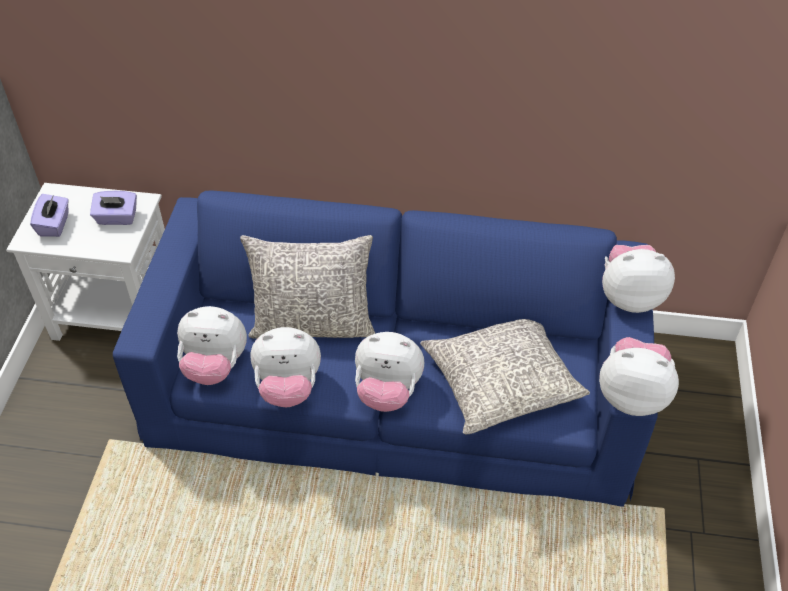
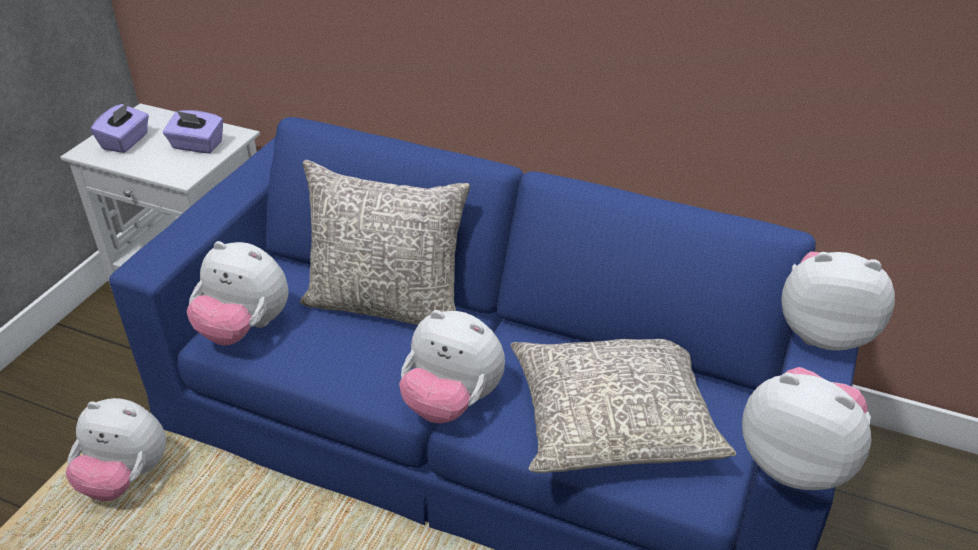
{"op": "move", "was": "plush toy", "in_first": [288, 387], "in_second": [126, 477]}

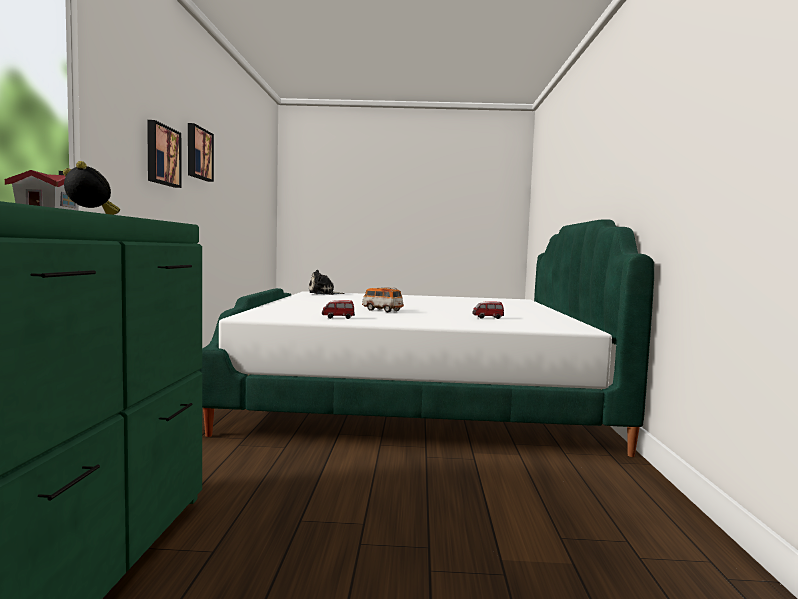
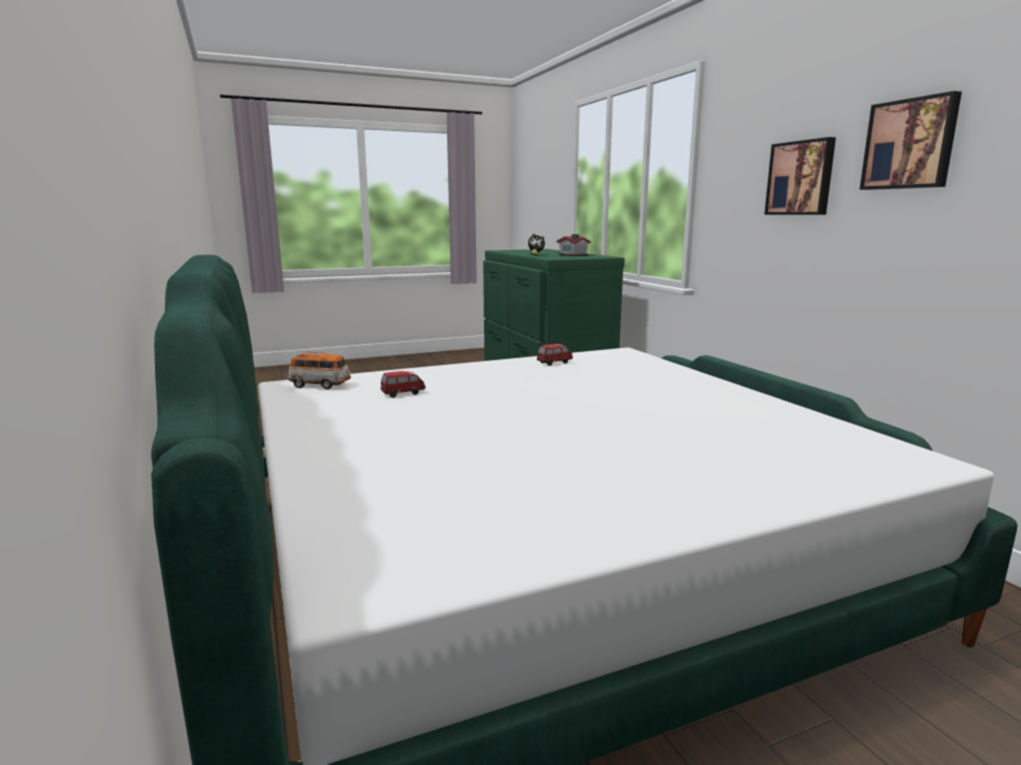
{"op": "delete", "was": "plush toy", "in_first": [323, 293]}
{"op": "move", "was": "toy car", "in_first": [382, 310], "in_second": [320, 385]}

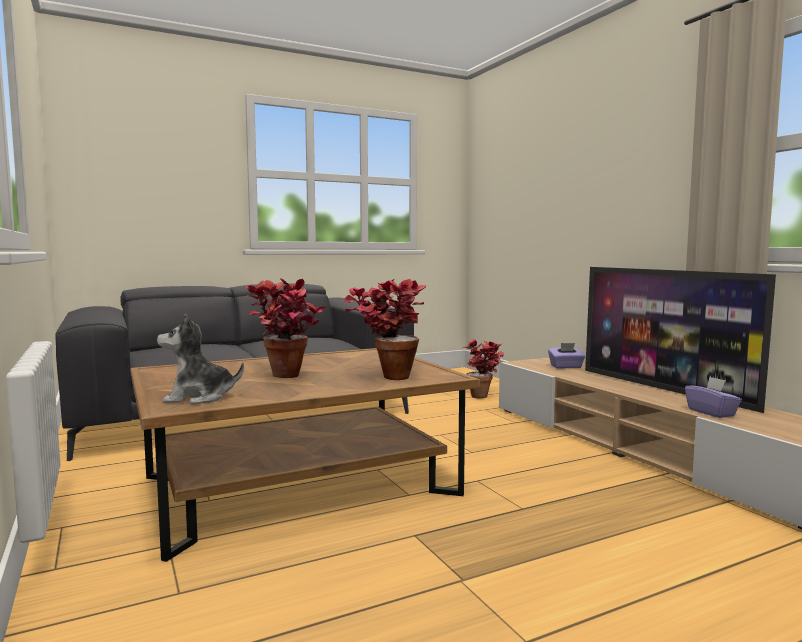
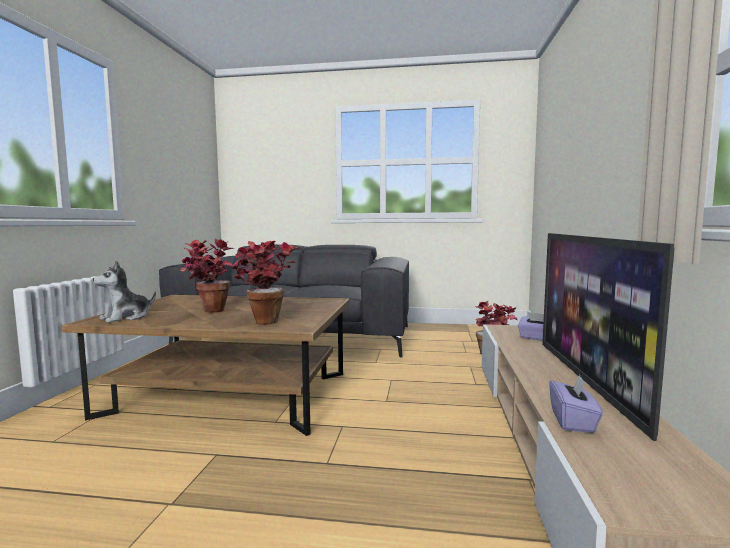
{"op": "rotate", "was": "plush toy", "in_first": [198, 398], "in_second": [126, 317], "clockwise": -75}

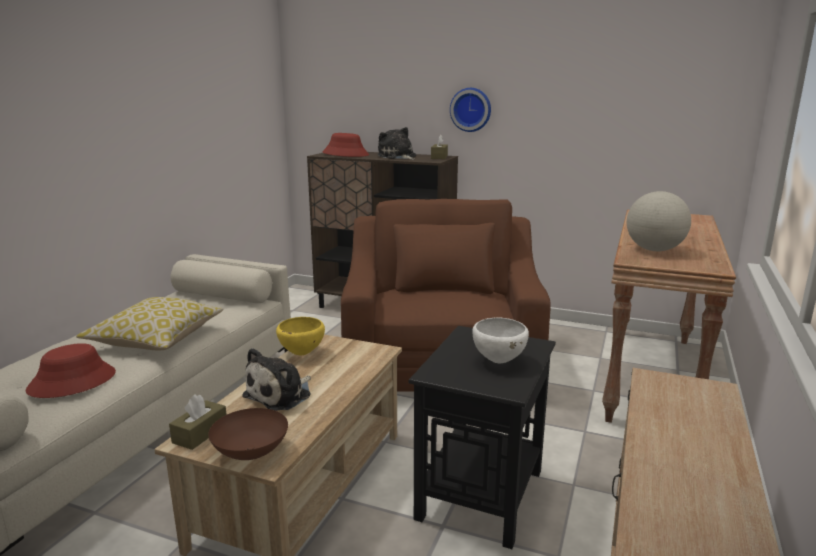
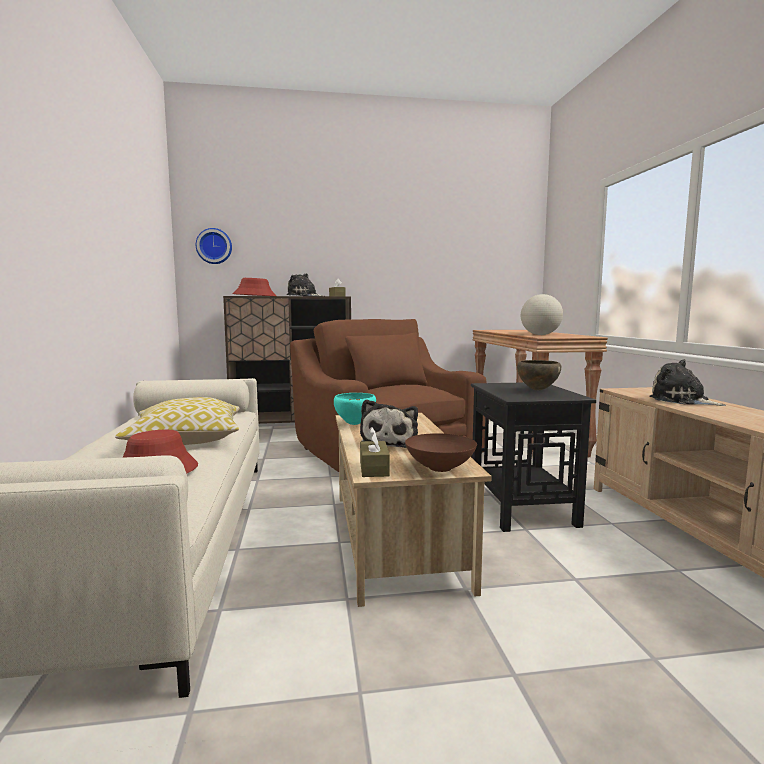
{"op": "move", "was": "wall clock", "in_first": [471, 109], "in_second": [214, 246]}
{"op": "recolor", "was": "yellow bowl", "now": "turquoise bowl", "in_first": [301, 354], "in_second": [355, 424]}
{"op": "recolor", "was": "white bowl", "now": "brown bowl", "in_first": [498, 361], "in_second": [537, 390]}
{"op": "insert", "now": "plush toy", "in_second": [682, 400]}

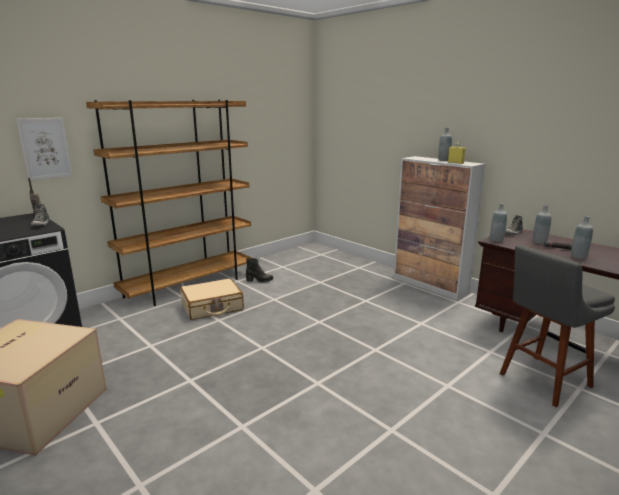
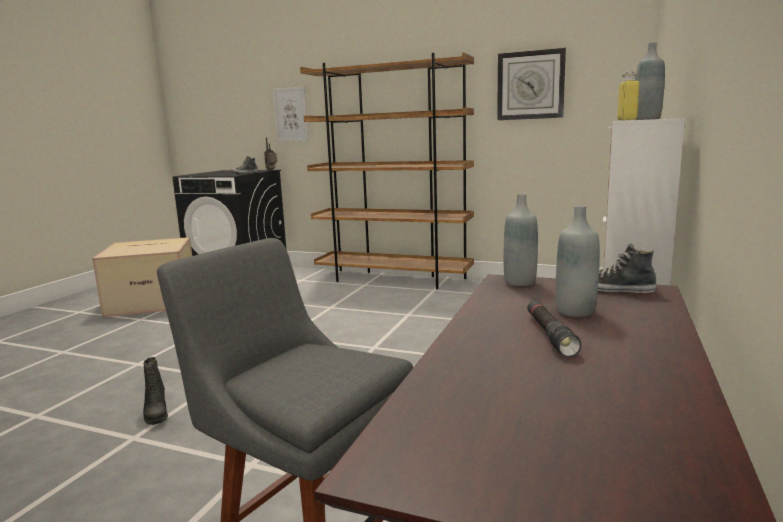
{"op": "delete", "was": "grey bottle", "in_first": [578, 256]}
{"op": "move", "was": "black boot", "in_first": [259, 280], "in_second": [156, 414]}
{"op": "delete", "was": "beige suitcase", "in_first": [212, 307]}
{"op": "insert", "now": "wall clock", "in_second": [530, 85]}

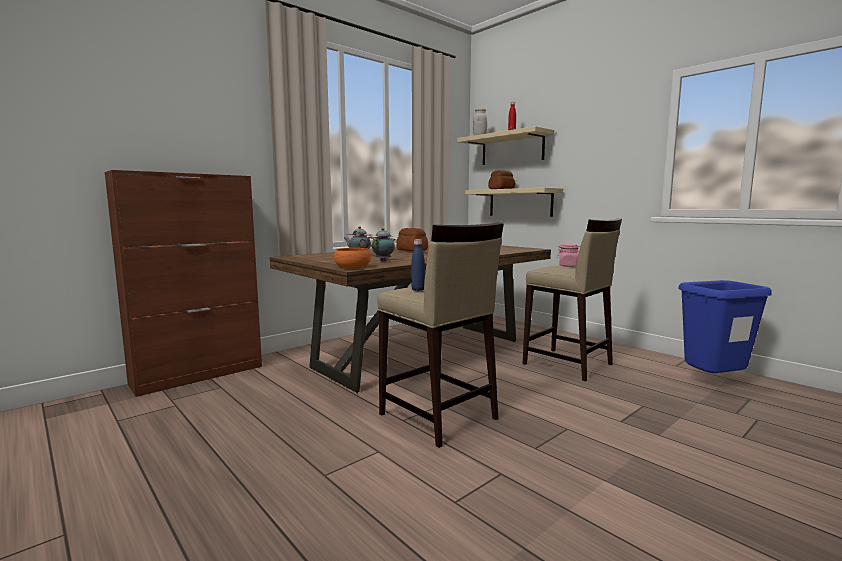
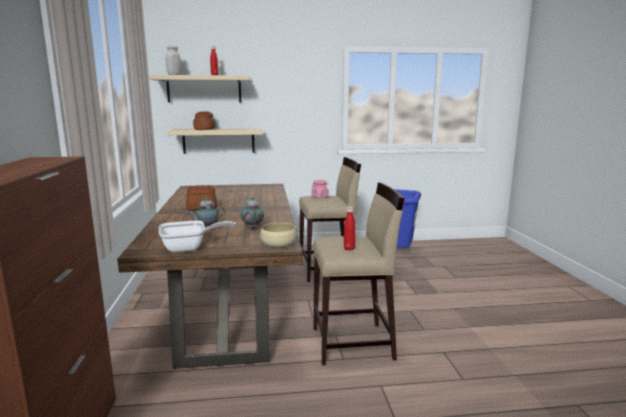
{"op": "recolor", "was": "blue bottle", "now": "red bottle", "in_first": [418, 290], "in_second": [349, 249]}
{"op": "recolor", "was": "orange bowl", "now": "beige bowl", "in_first": [352, 267], "in_second": [278, 244]}
{"op": "insert", "now": "frying pan", "in_second": [189, 248]}

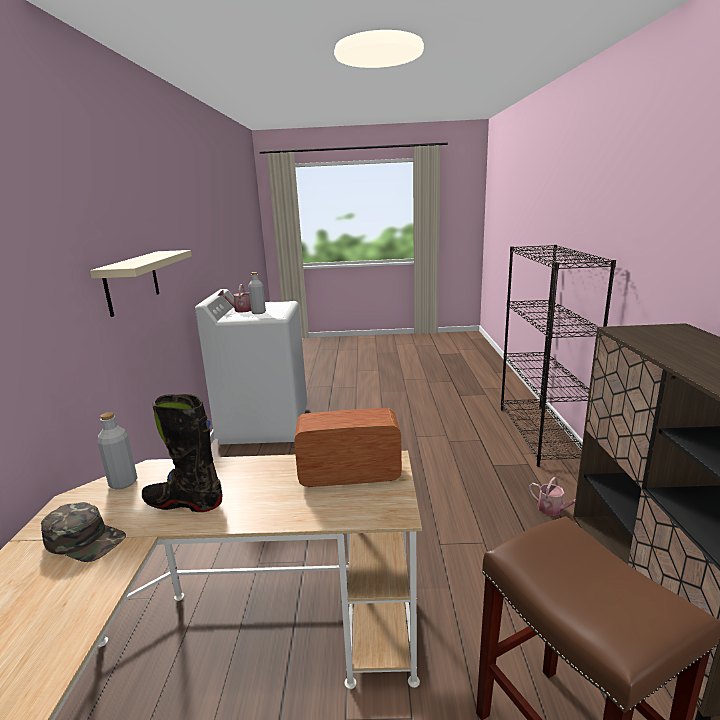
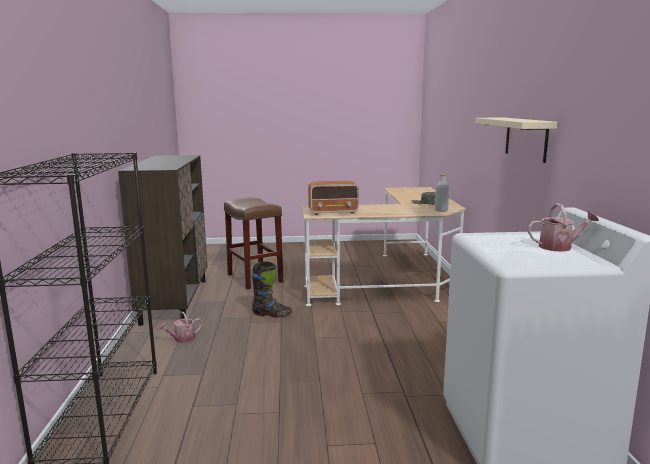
{"op": "delete", "was": "grey bottle", "in_first": [258, 312]}
{"op": "move", "was": "black boot", "in_first": [184, 503], "in_second": [272, 314]}
{"op": "rotate", "was": "watering can", "in_first": [553, 509], "in_second": [181, 339], "clockwise": -75}

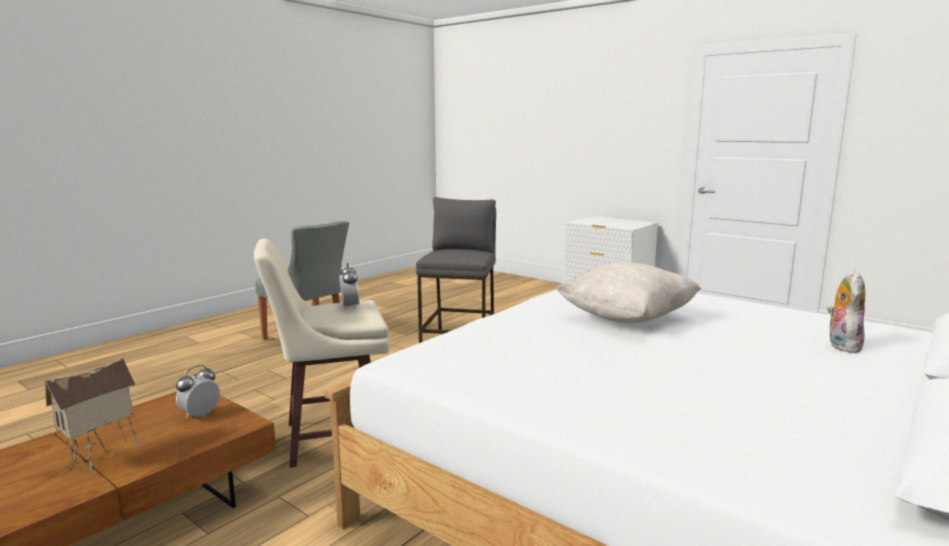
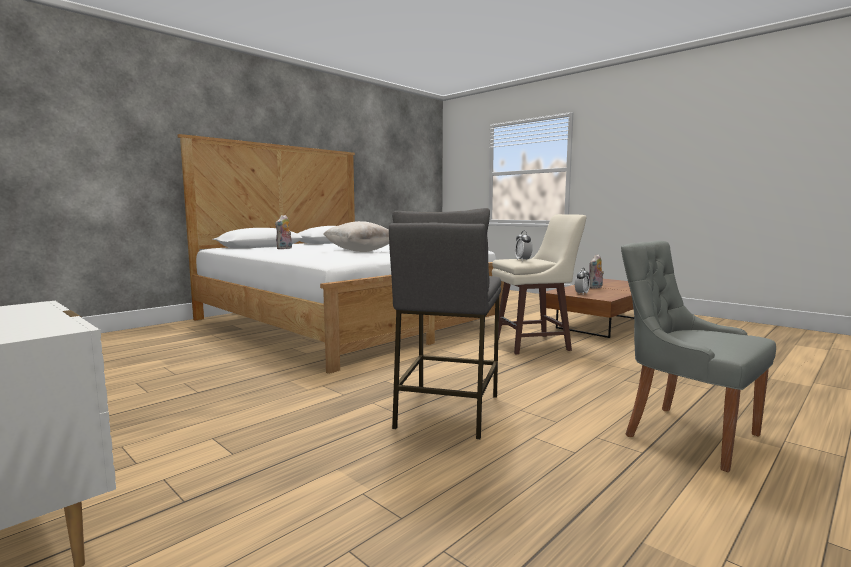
{"op": "replace", "was": "toy house", "now": "plush toy", "in_first": [103, 459], "in_second": [595, 287]}

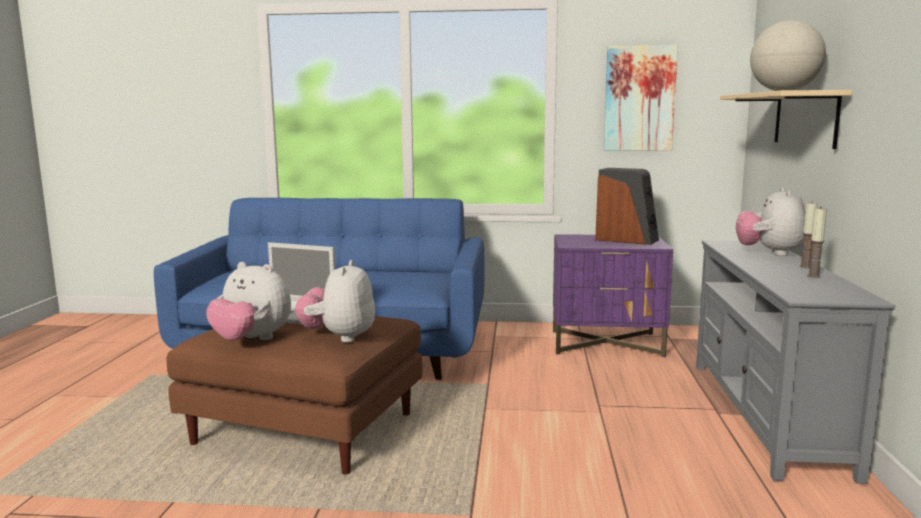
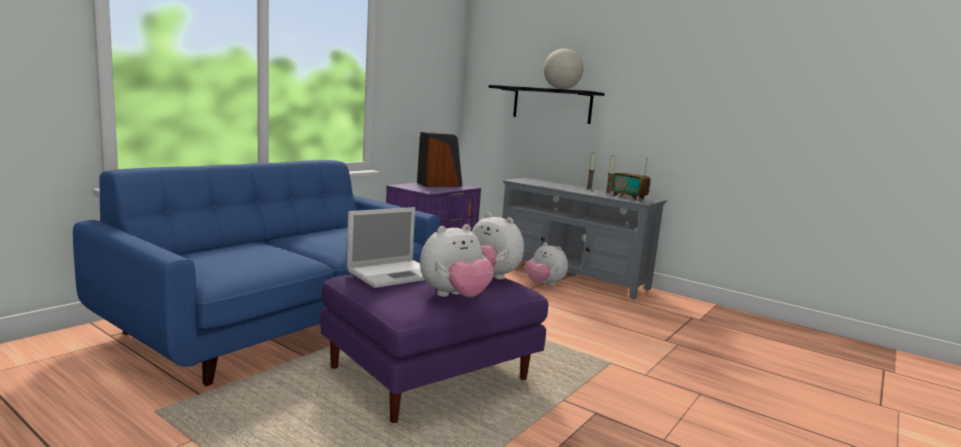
{"op": "delete", "was": "picture", "in_first": [639, 99]}
{"op": "recolor", "was": "beige shelf", "now": "black shelf", "in_first": [805, 119], "in_second": [551, 105]}
{"op": "move", "was": "plush toy", "in_first": [769, 253], "in_second": [544, 284]}
{"op": "recolor", "was": "brown ottoman", "now": "purple ottoman", "in_first": [308, 429], "in_second": [431, 372]}
{"op": "insert", "now": "radio", "in_second": [628, 197]}

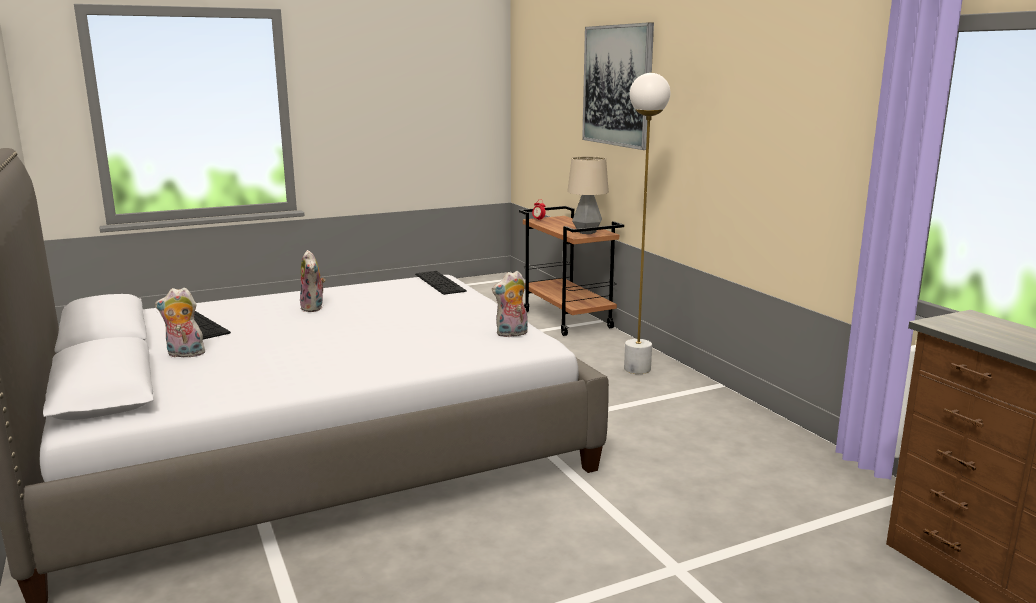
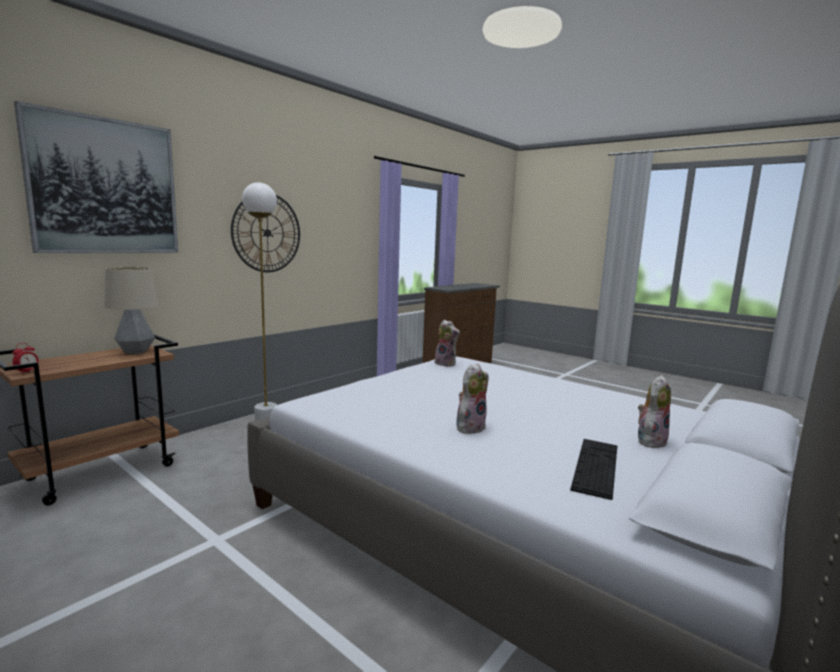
{"op": "delete", "was": "keyboard", "in_first": [439, 282]}
{"op": "rotate", "was": "plush toy", "in_first": [184, 355], "in_second": [650, 440], "clockwise": -105}
{"op": "insert", "now": "wall clock", "in_second": [267, 233]}

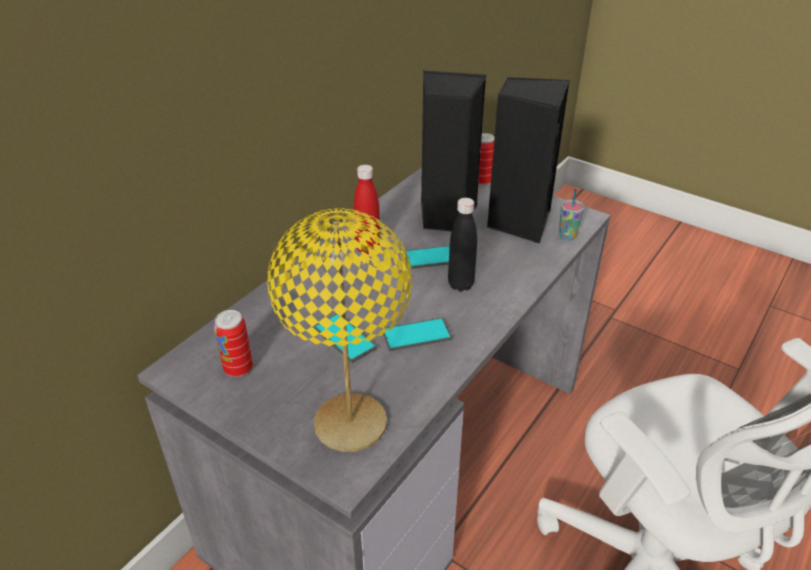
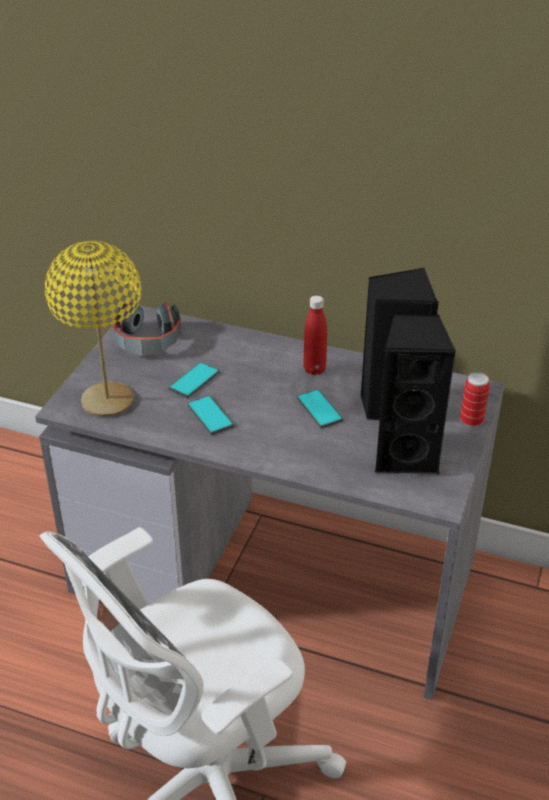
{"op": "delete", "was": "cup", "in_first": [567, 236]}
{"op": "delete", "was": "black bottle", "in_first": [460, 284]}
{"op": "replace", "was": "can", "now": "headphones", "in_first": [238, 369], "in_second": [147, 341]}

